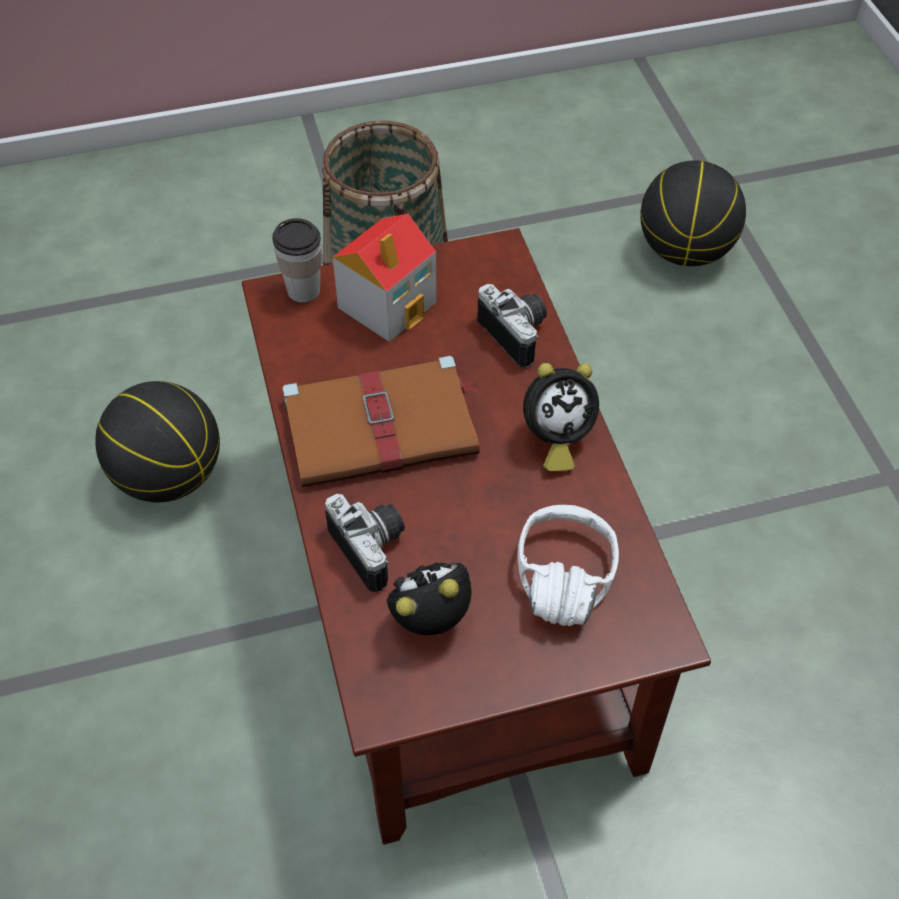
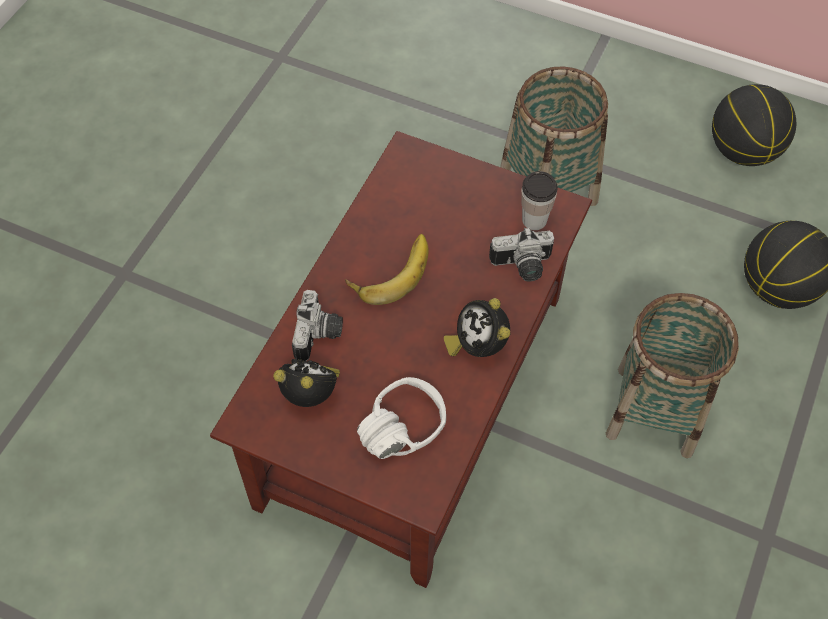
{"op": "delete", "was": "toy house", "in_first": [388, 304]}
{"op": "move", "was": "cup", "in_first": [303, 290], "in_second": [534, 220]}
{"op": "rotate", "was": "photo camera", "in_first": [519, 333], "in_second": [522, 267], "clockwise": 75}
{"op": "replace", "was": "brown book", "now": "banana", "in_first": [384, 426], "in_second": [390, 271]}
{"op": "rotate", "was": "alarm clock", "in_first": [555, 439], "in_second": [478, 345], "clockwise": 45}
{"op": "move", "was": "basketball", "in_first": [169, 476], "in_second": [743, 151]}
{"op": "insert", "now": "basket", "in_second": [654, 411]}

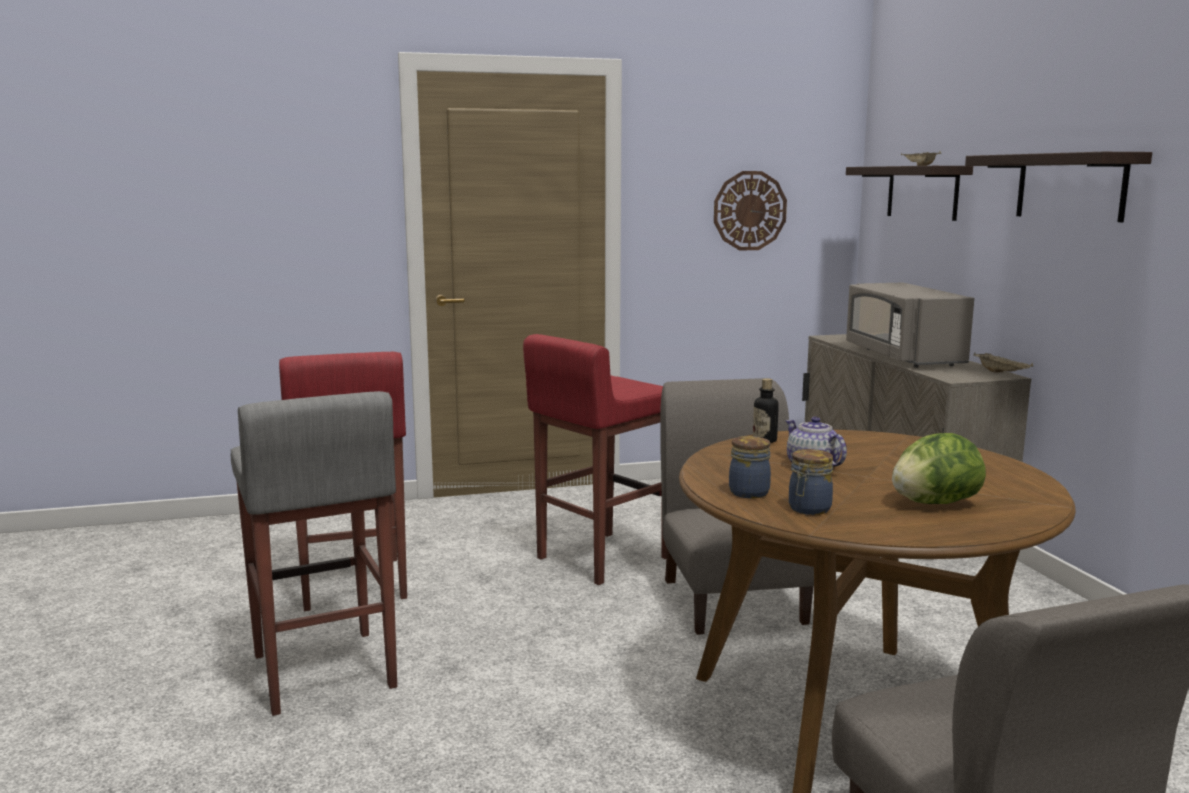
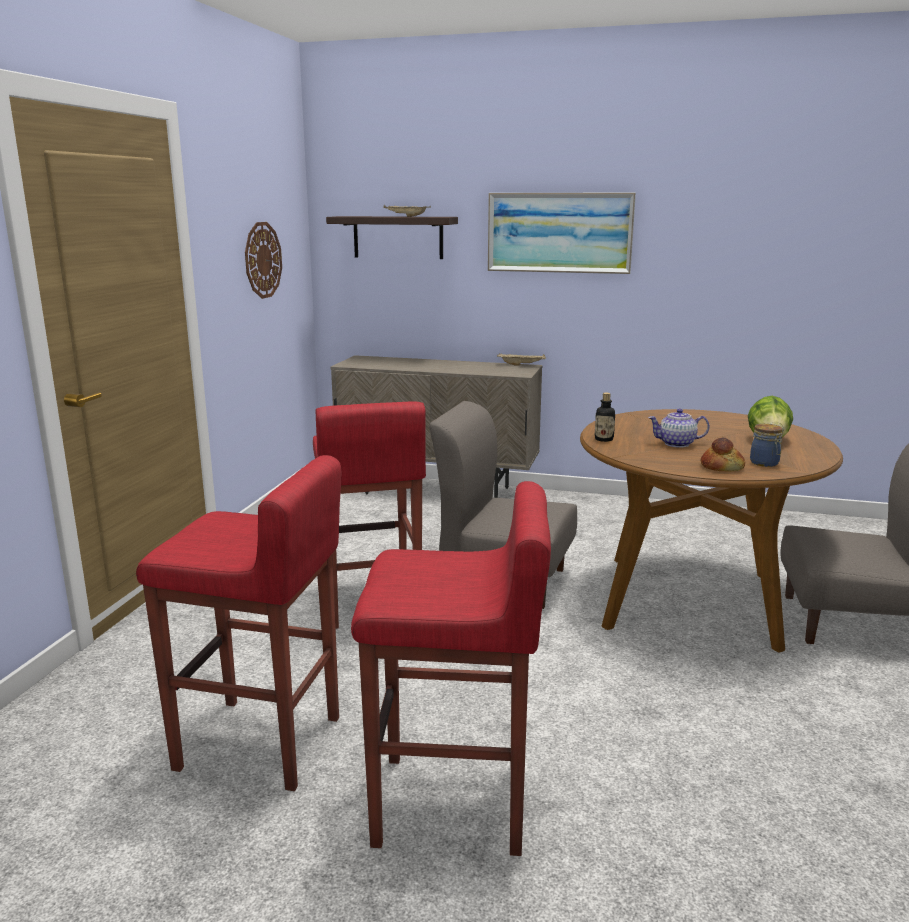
{"op": "replace", "was": "shelf", "now": "picture", "in_first": [1070, 186], "in_second": [559, 232]}
{"op": "delete", "was": "grey microwave", "in_first": [902, 357]}
{"op": "recolor", "was": "grey stool", "now": "red stool", "in_first": [322, 672], "in_second": [453, 805]}
{"op": "replace", "was": "jar", "now": "bread", "in_first": [750, 492], "in_second": [722, 467]}

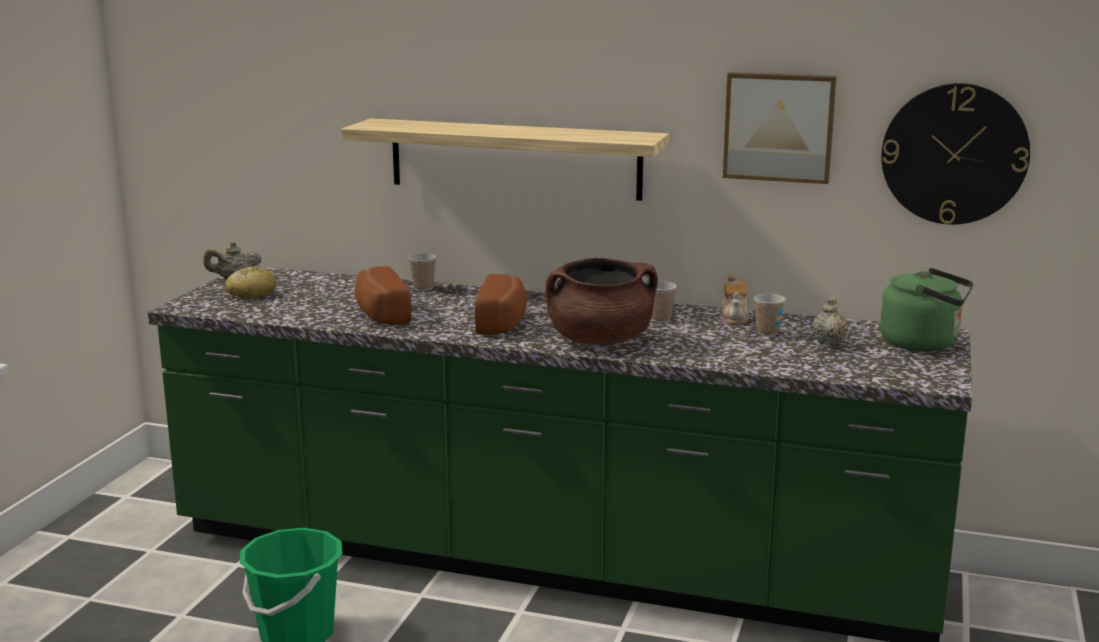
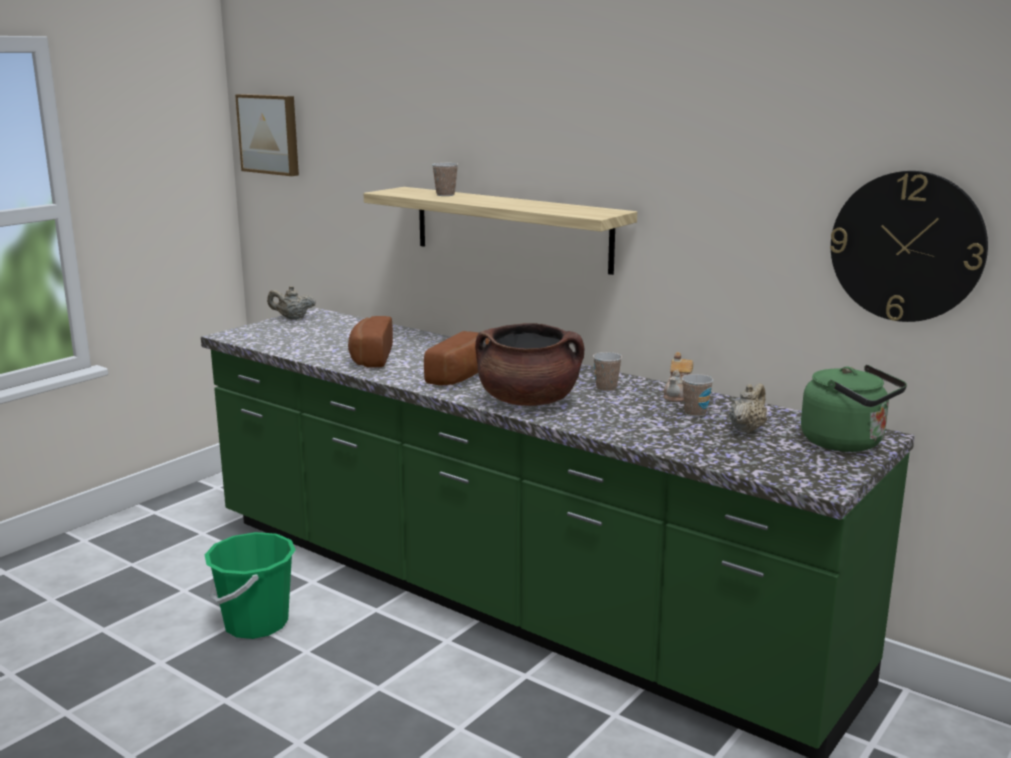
{"op": "move", "was": "picture", "in_first": [779, 126], "in_second": [270, 134]}
{"op": "move", "was": "cup", "in_first": [423, 288], "in_second": [445, 195]}
{"op": "delete", "was": "bread", "in_first": [251, 293]}

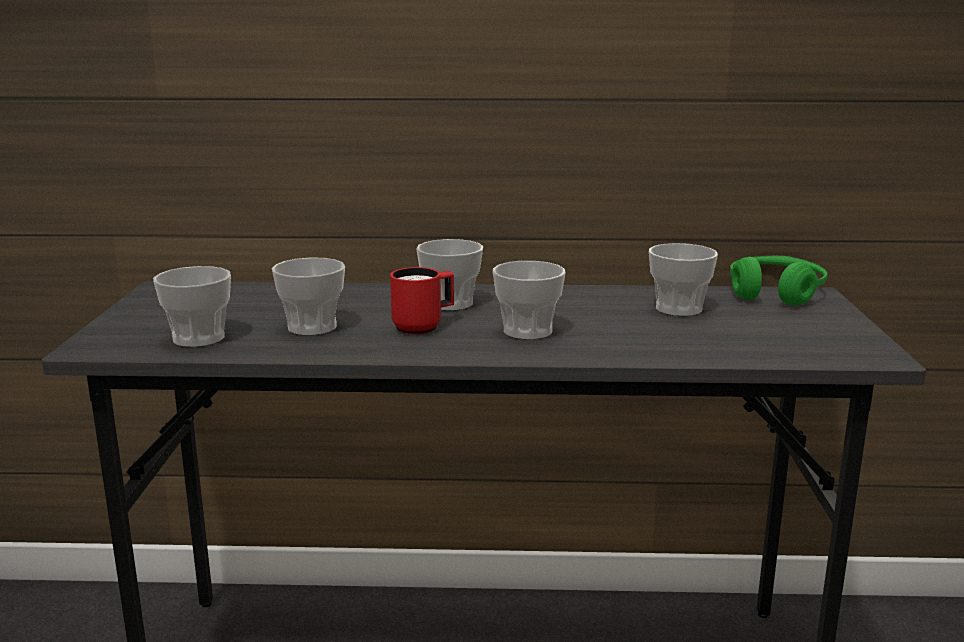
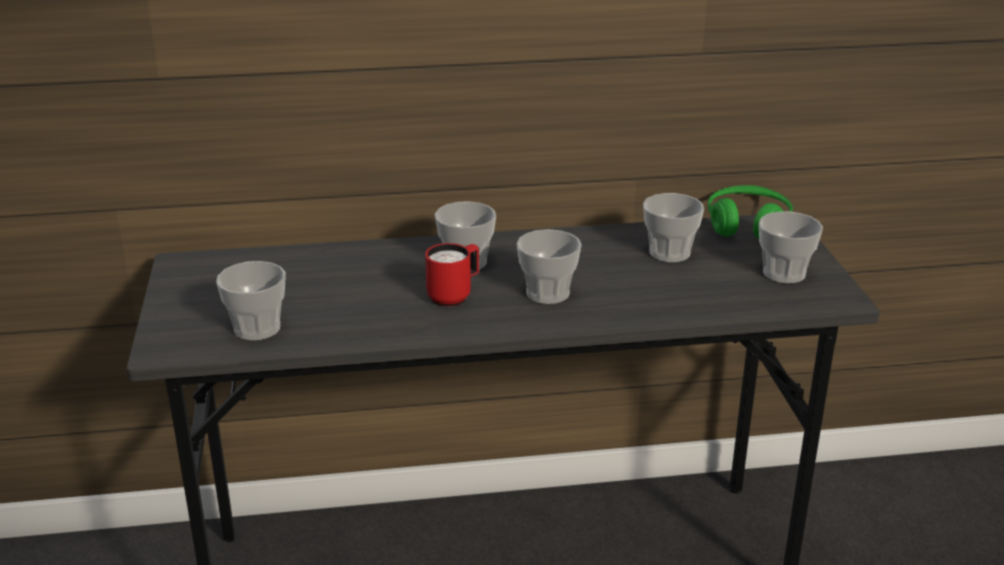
{"op": "move", "was": "cup", "in_first": [312, 327], "in_second": [784, 273]}

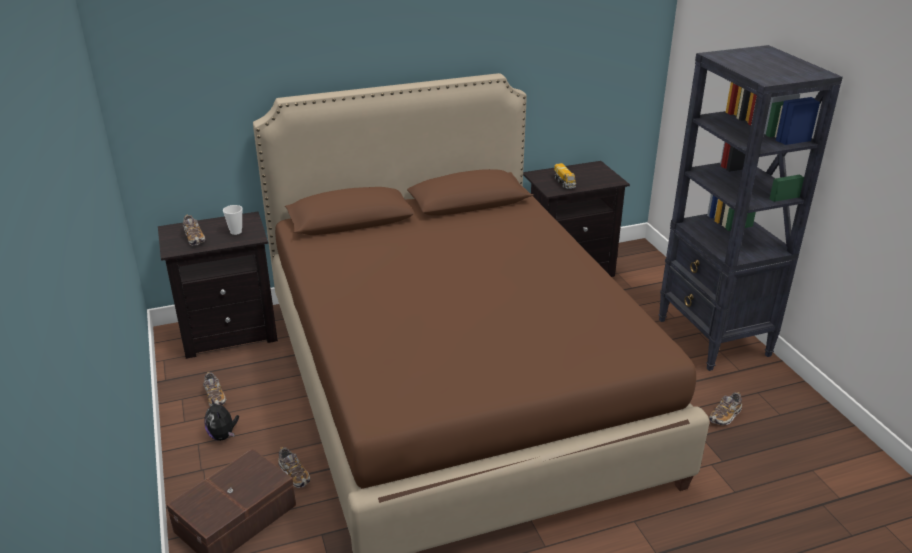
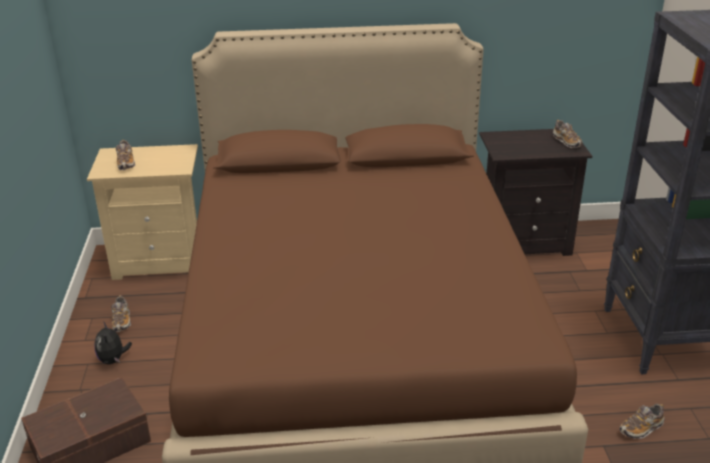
{"op": "delete", "was": "toy truck", "in_first": [564, 183]}
{"op": "delete", "was": "cup", "in_first": [236, 232]}
{"op": "recolor", "was": "black nightstand", "now": "beige nightstand", "in_first": [229, 332], "in_second": [161, 260]}
{"op": "move", "was": "shoe", "in_first": [294, 474], "in_second": [567, 142]}

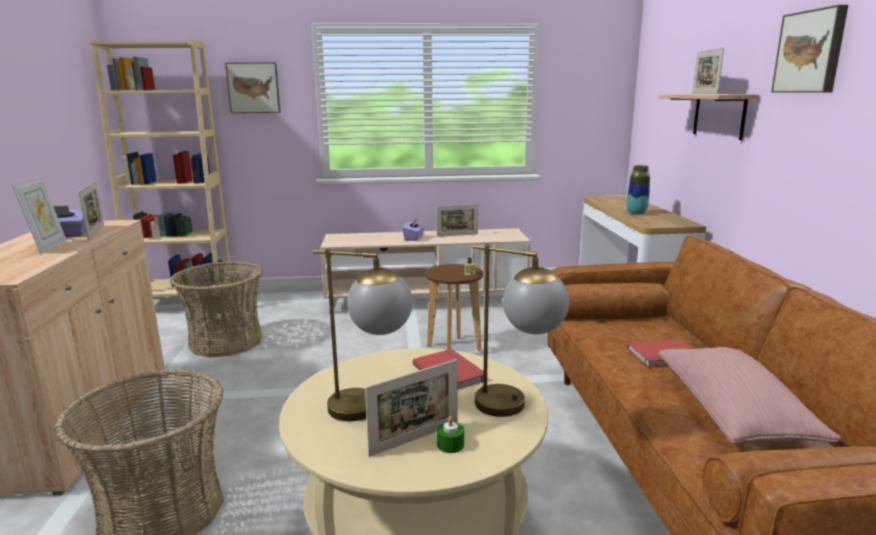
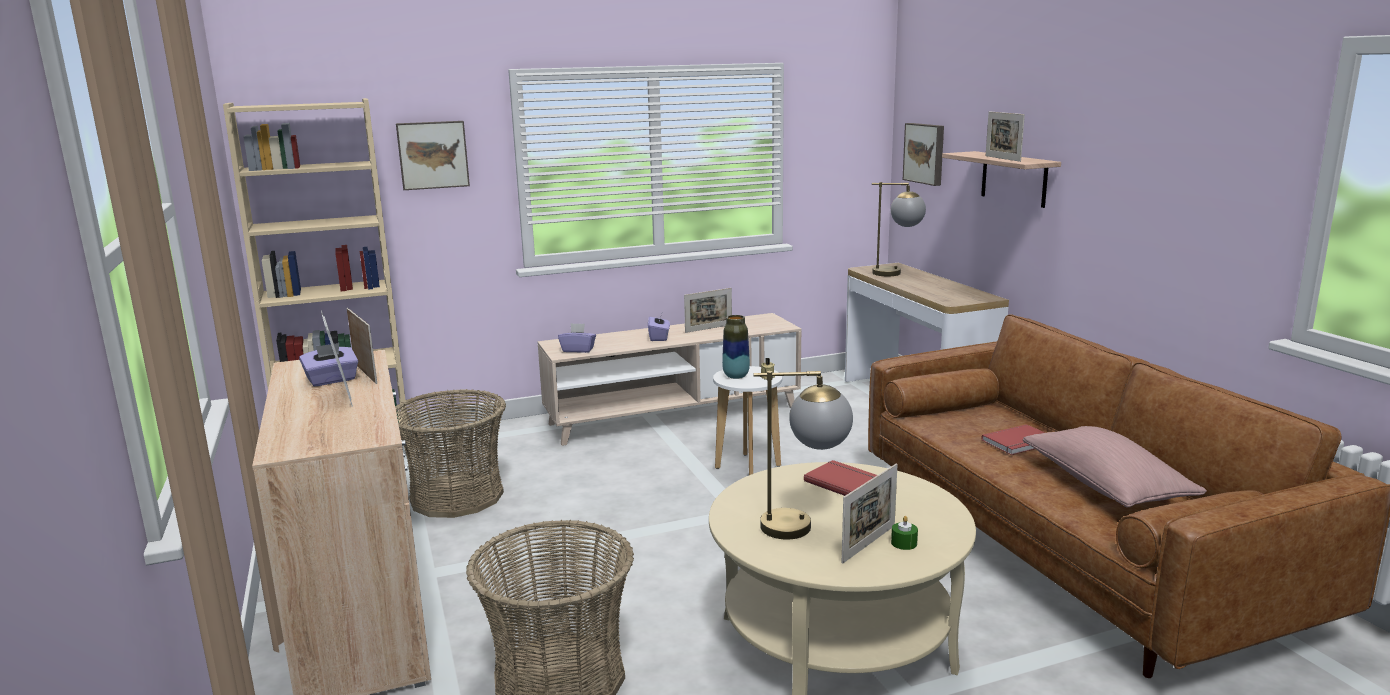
{"op": "move", "was": "picture", "in_first": [811, 52], "in_second": [925, 153]}
{"op": "move", "was": "vase", "in_first": [636, 213], "in_second": [736, 376]}
{"op": "move", "was": "table lamp", "in_first": [517, 408], "in_second": [897, 273]}
{"op": "recolor", "was": "brown stool", "now": "white stool", "in_first": [454, 347], "in_second": [748, 467]}
{"op": "insert", "now": "purple tissue box", "in_second": [578, 350]}

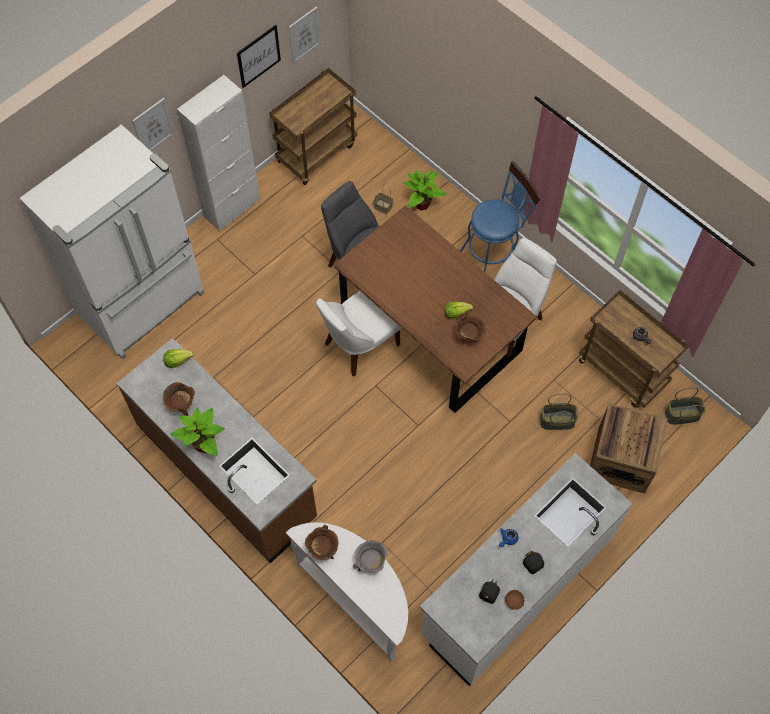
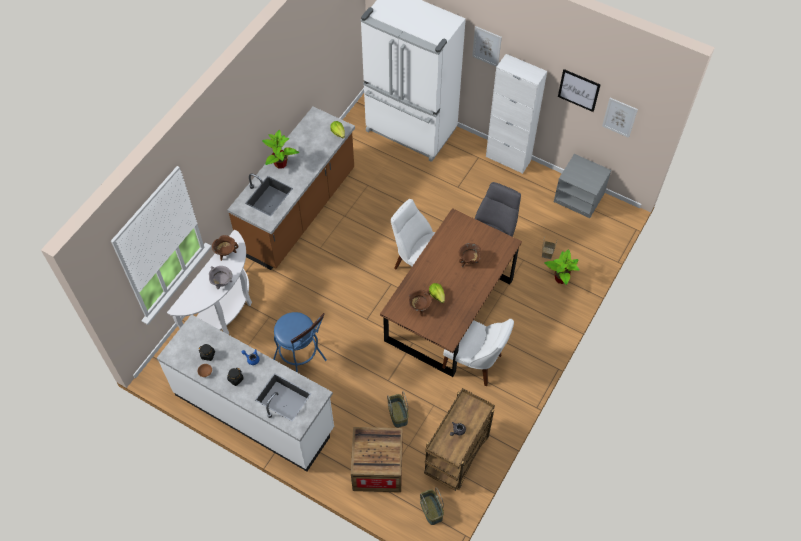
{"op": "replace", "was": "brown cart", "now": "grey nightstand", "in_first": [316, 152], "in_second": [579, 198]}
{"op": "move", "was": "blue stool", "in_first": [493, 258], "in_second": [303, 362]}
{"op": "move", "was": "brown cooking pot", "in_first": [182, 405], "in_second": [469, 261]}

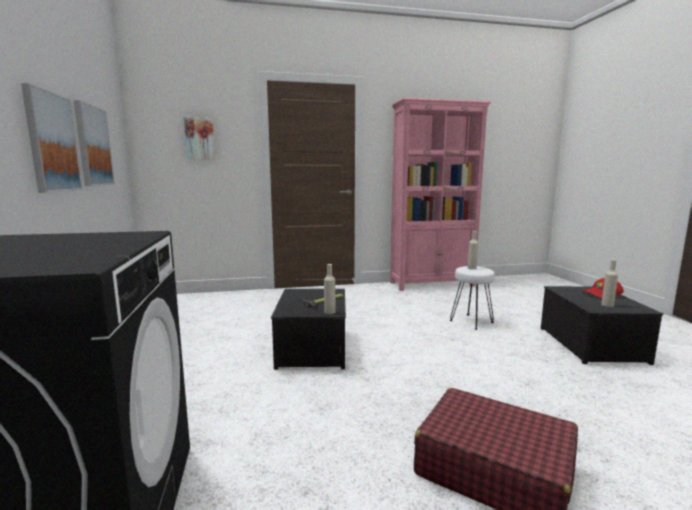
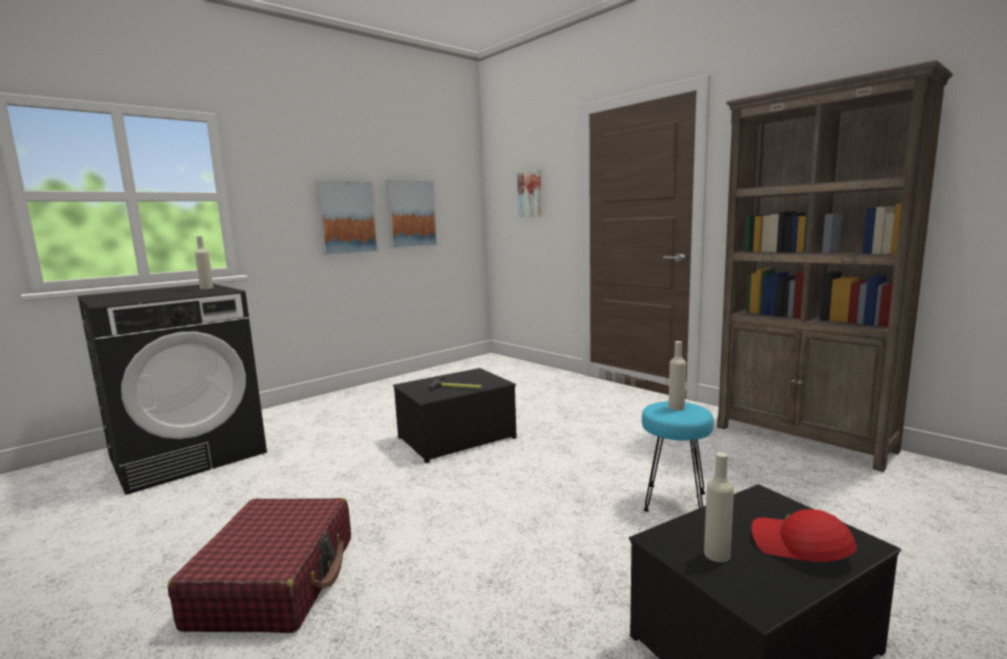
{"op": "recolor", "was": "pink bookcase", "now": "brown bookcase", "in_first": [432, 284], "in_second": [803, 439]}
{"op": "move", "was": "beige bottle", "in_first": [329, 312], "in_second": [206, 288]}
{"op": "recolor", "was": "white stool", "now": "turquoise stool", "in_first": [471, 322], "in_second": [674, 501]}

